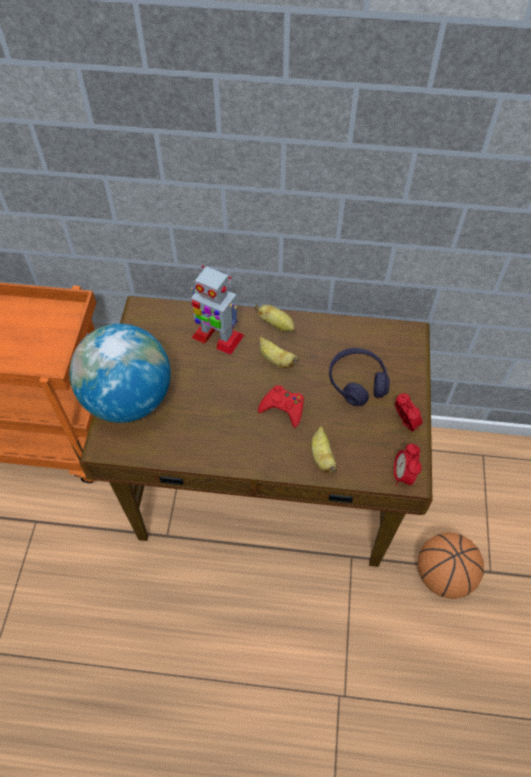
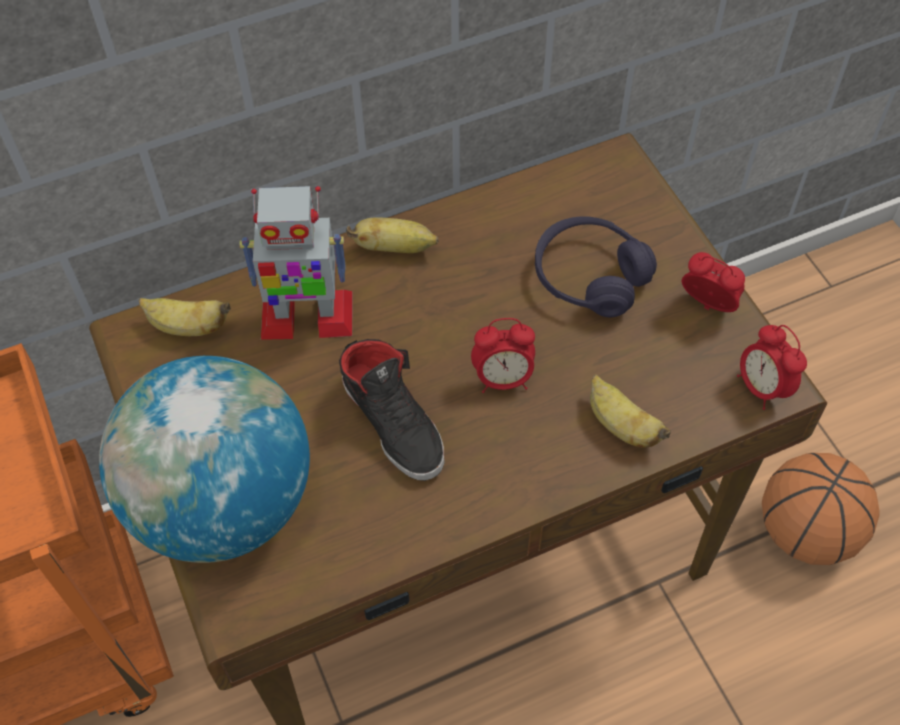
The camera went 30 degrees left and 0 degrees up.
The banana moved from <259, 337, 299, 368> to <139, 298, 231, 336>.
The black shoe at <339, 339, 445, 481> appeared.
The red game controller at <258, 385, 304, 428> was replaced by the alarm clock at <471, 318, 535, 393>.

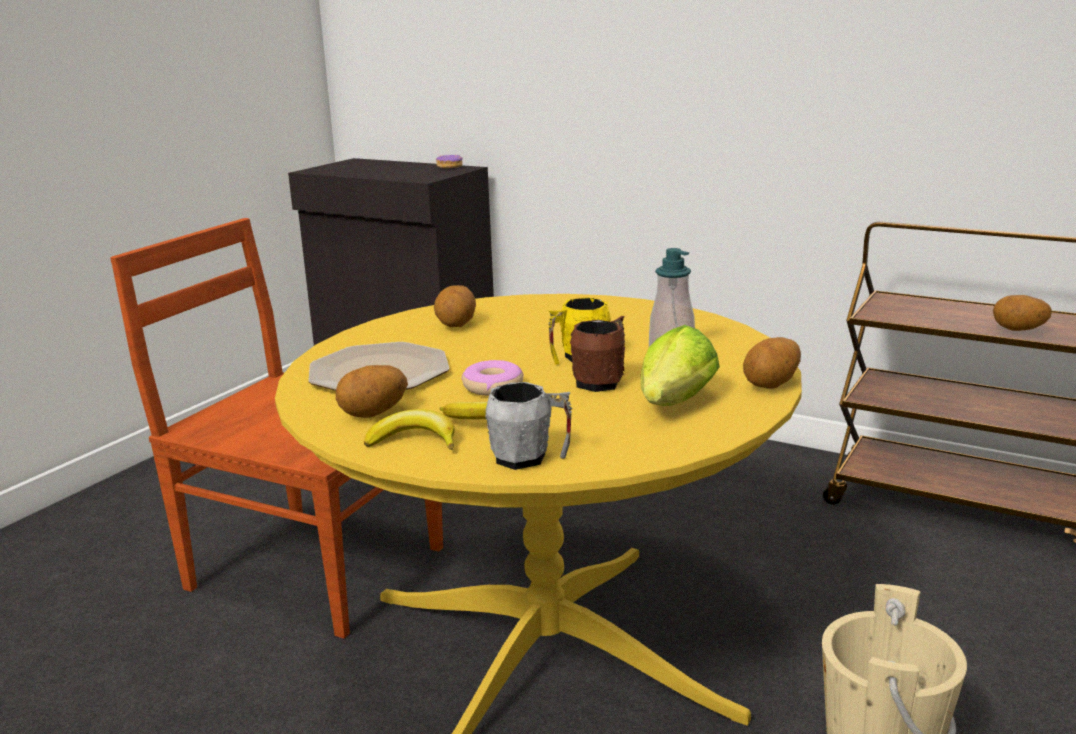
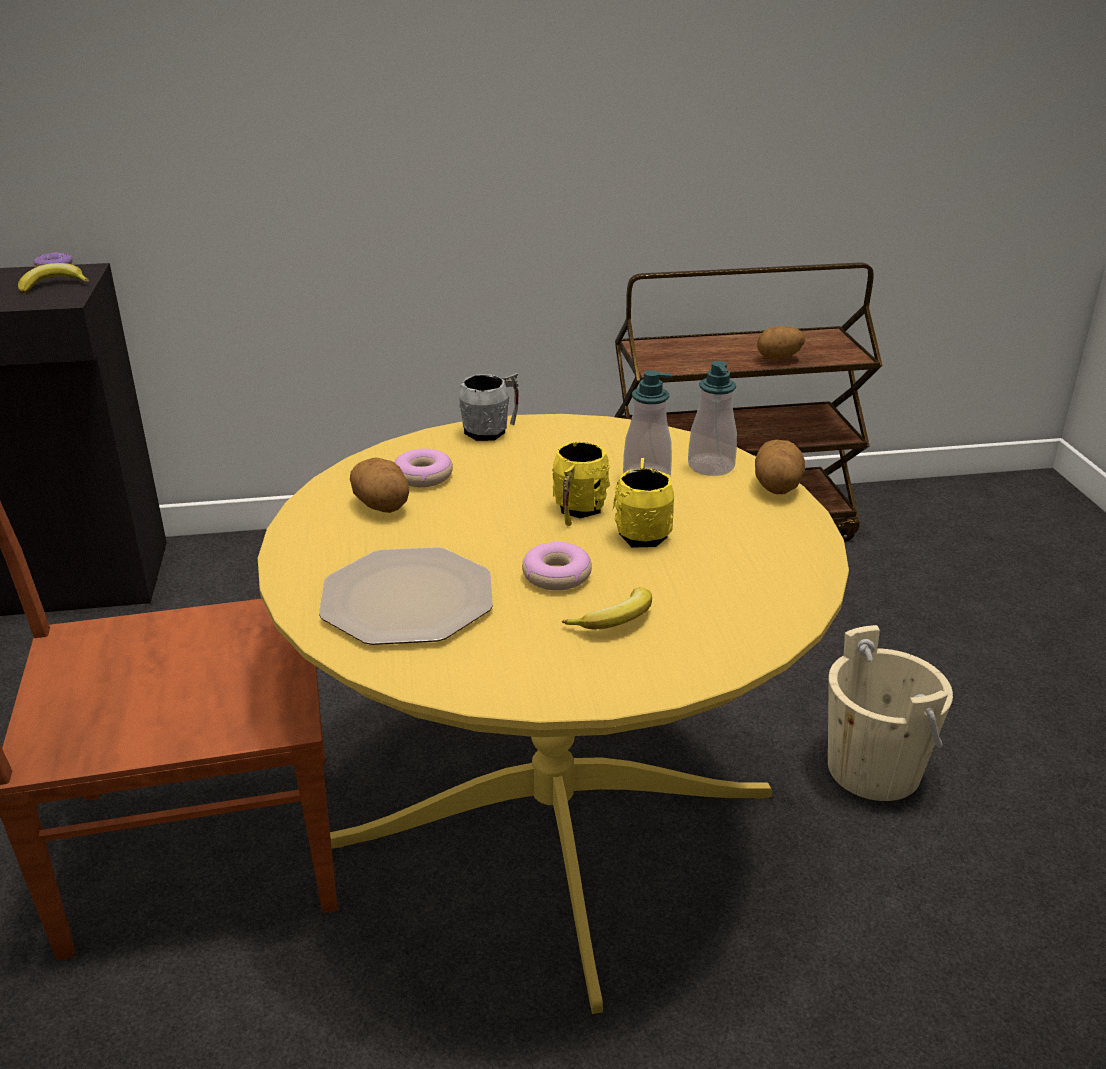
The camera went 40 degrees left and 10 degrees up.
The banana moved from <364, 409, 454, 450> to <18, 263, 89, 294>.
The donut at <394, 449, 453, 487> appeared.
The grey mug moved from <485, 382, 572, 470> to <459, 373, 519, 441>.
The brown mug at <570, 316, 625, 392> became the yellow mug at <613, 458, 675, 548>.
The soap dispenser at <688, 361, 737, 476> appeared.
The potato at <336, 365, 408, 418> disappeared.
The lettuce at <641, 325, 720, 406> disappeared.

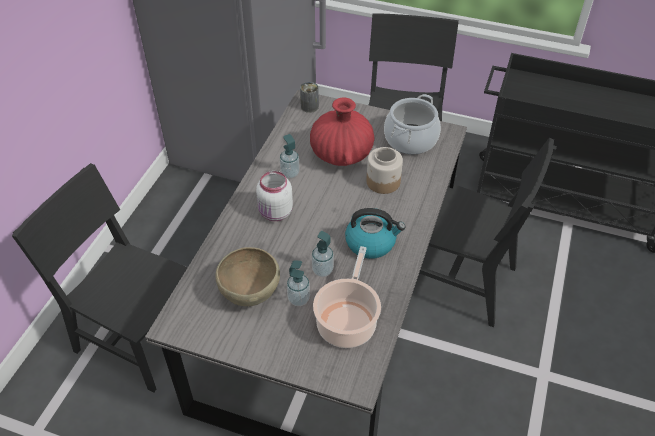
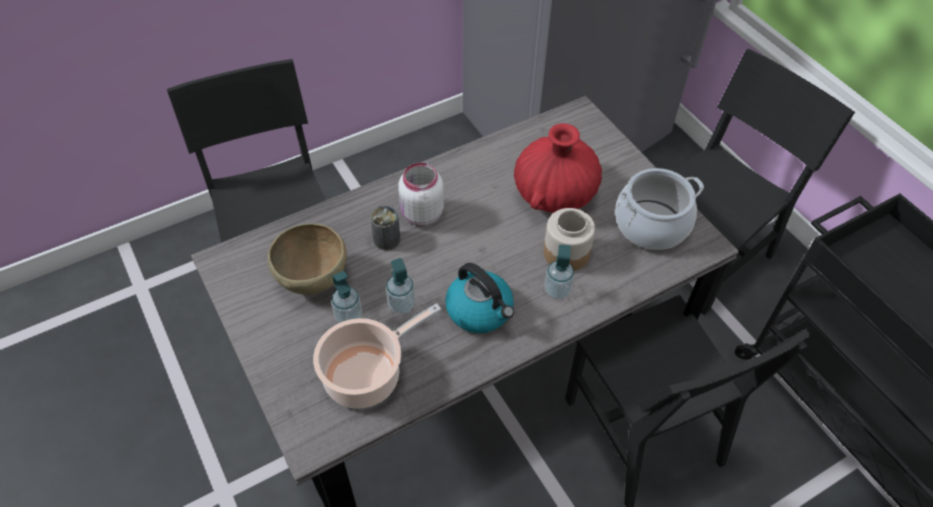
The camera went 40 degrees right and 5 degrees up.
The can moved from <300, 82, 319, 113> to <370, 206, 400, 250>.
The soap dispenser moved from <280, 134, 299, 178> to <544, 244, 575, 300>.

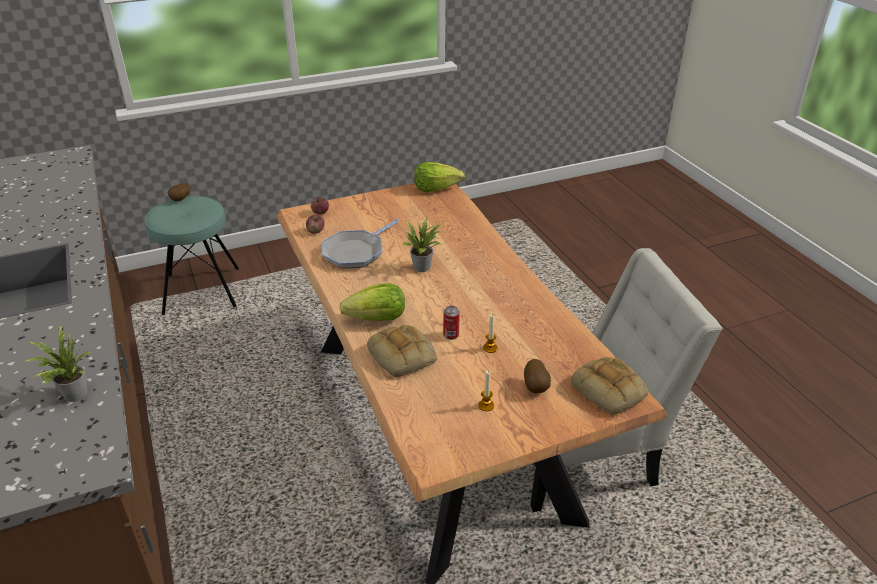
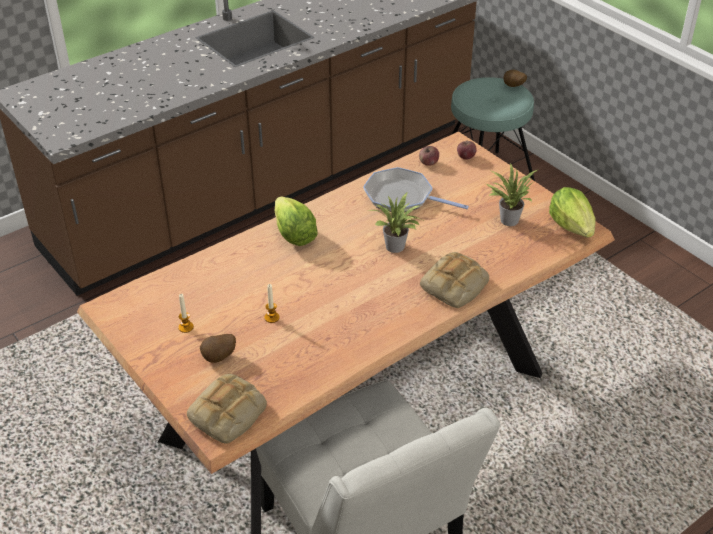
The camera went 75 degrees right and 5 degrees up.
The bread moved from <367, 325, 437, 378> to <420, 252, 489, 308>.
The potted plant moved from <24, 325, 92, 402> to <486, 163, 537, 226>.
The can at <443, 306, 460, 340> disappeared.

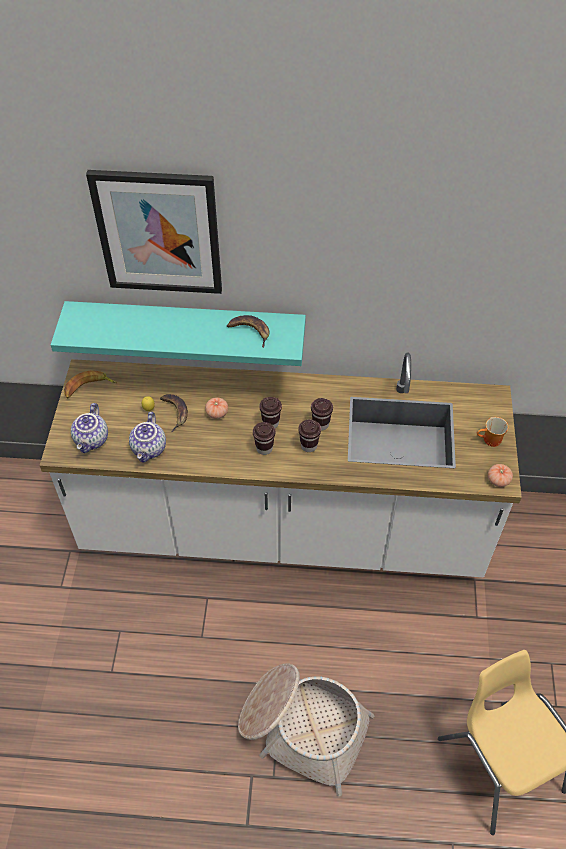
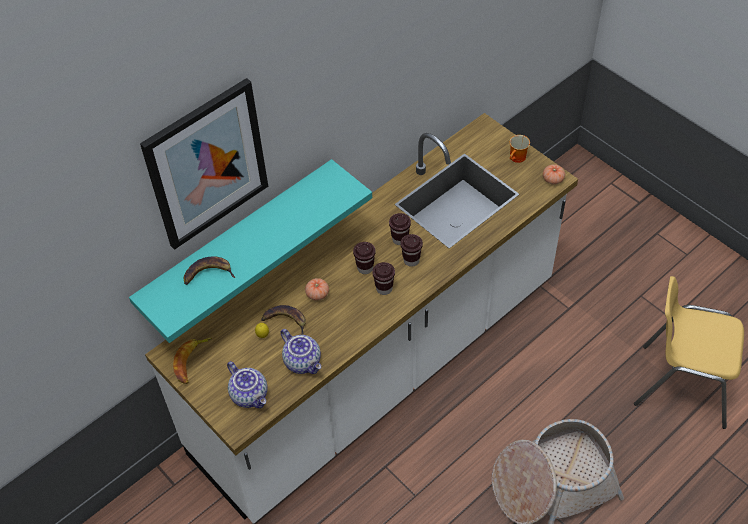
The camera went 45 degrees left and 0 degrees up.
The banana moved from <227, 315, 270, 348> to <184, 256, 235, 285>.

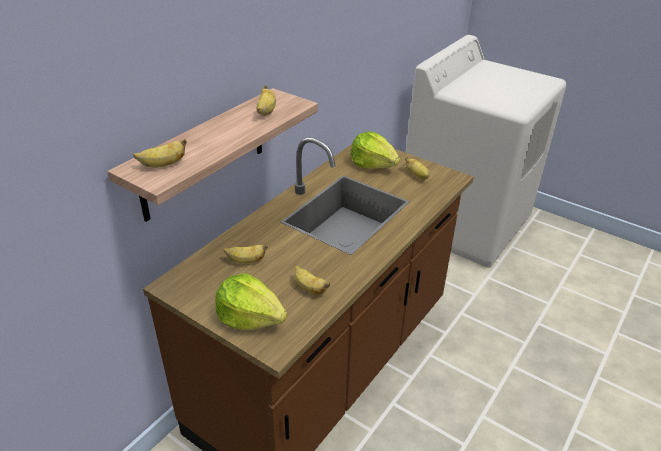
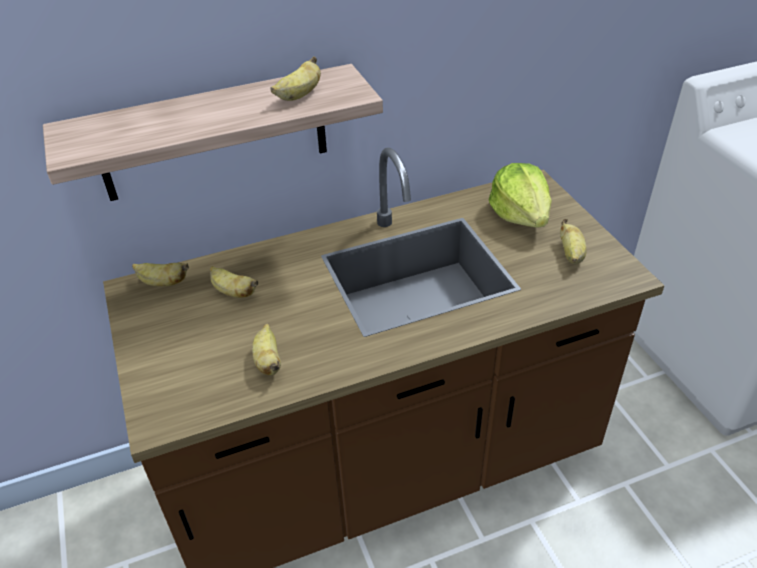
The camera went 35 degrees right and 5 degrees up.
The banana moved from <133, 139, 187, 168> to <132, 263, 189, 286>.
The lettuce at <215, 273, 287, 330> disappeared.

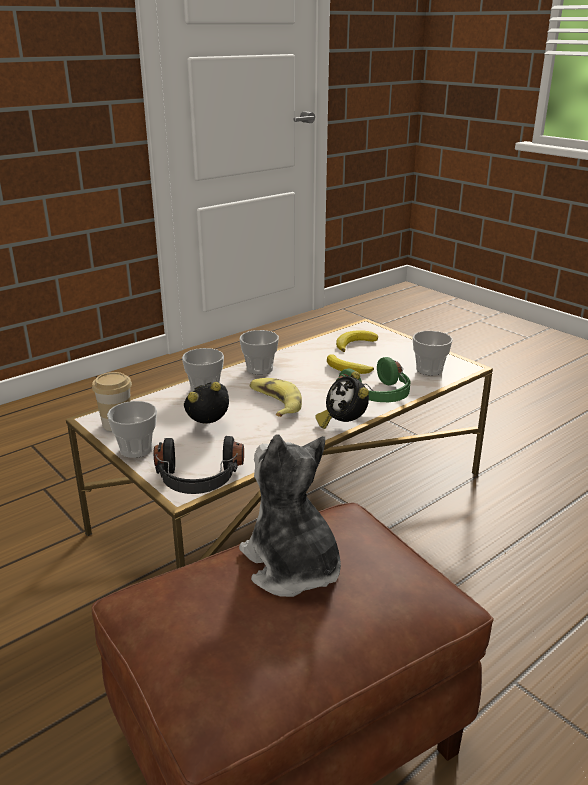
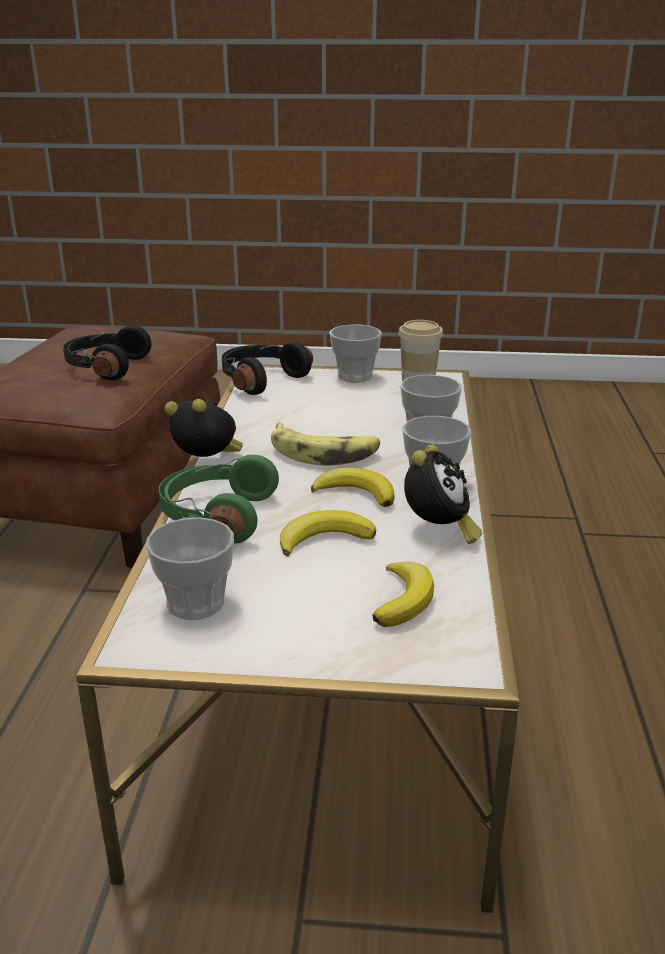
The camera went 135 degrees right and 0 degrees up.
The plush toy at <239, 435, 341, 597> was replaced by the black headphones at <63, 325, 151, 380>.
The banana at <311, 468, 395, 507> appeared.
The alarm clock moved from <184, 382, 229, 424> to <404, 444, 482, 544>.

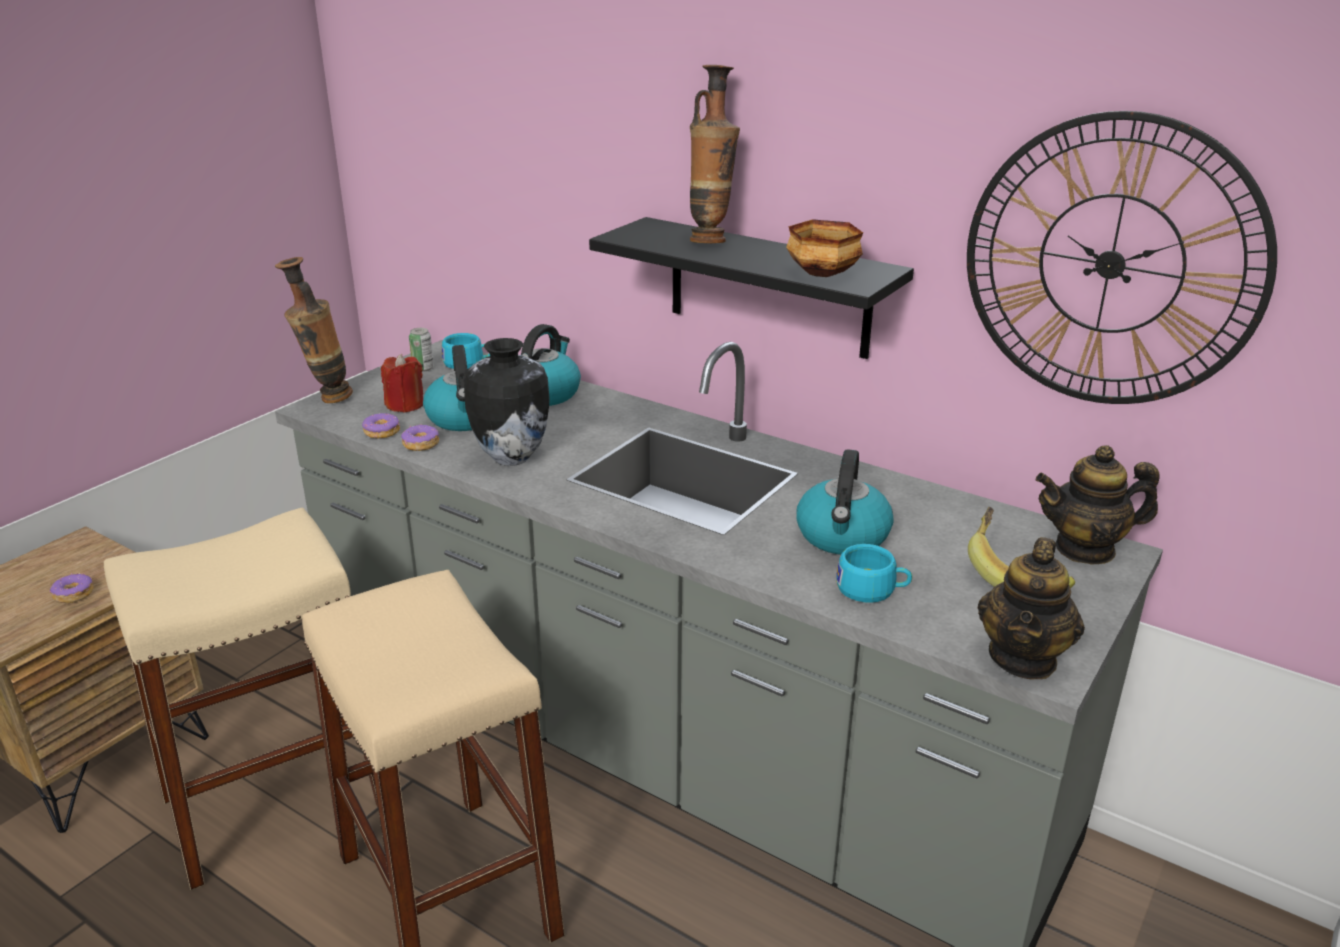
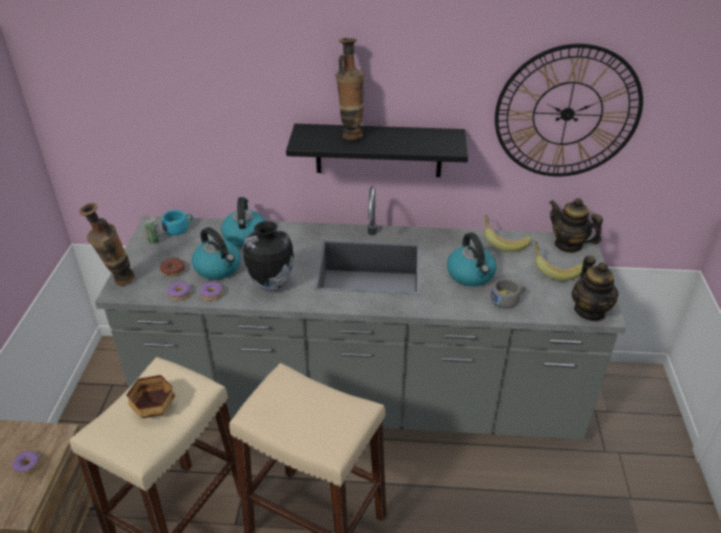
The camera went 30 degrees left and 10 degrees up.
The bowl moved from <786, 219, 863, 277> to <126, 375, 175, 418>.
The red candle at <381, 354, 423, 413> was replaced by the donut at <160, 258, 185, 276>.
The banana at <484, 214, 531, 252> appeared.
The turquoise cup at <836, 544, 912, 603> became the grey cup at <490, 279, 525, 309>.
The teapot at <1036, 445, 1160, 565> turned 75 degrees clockwise.

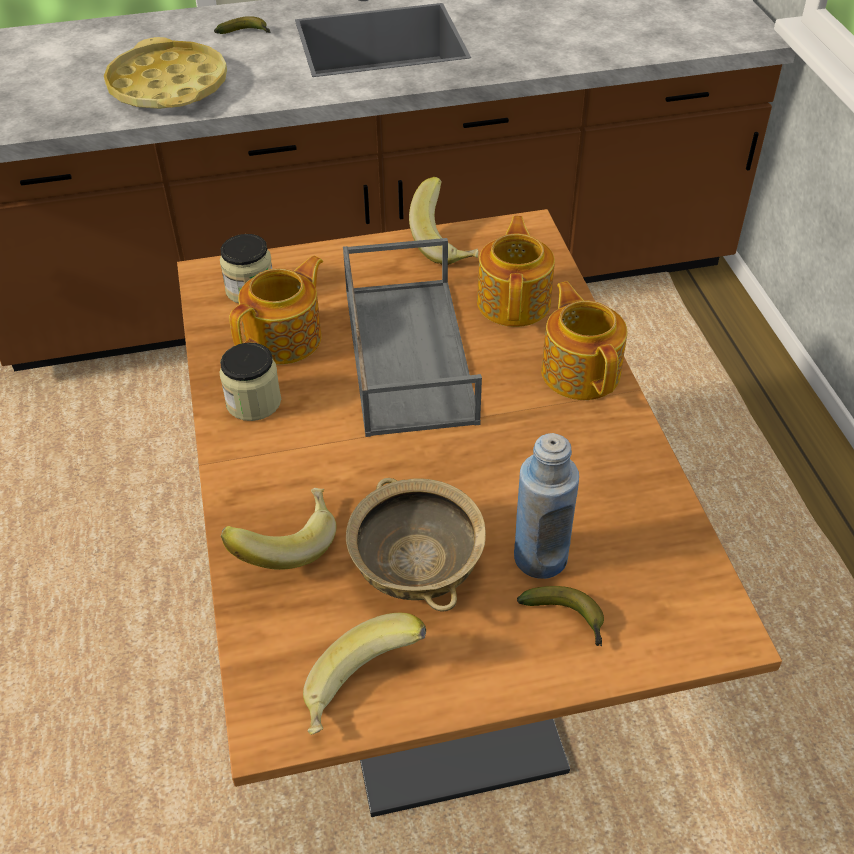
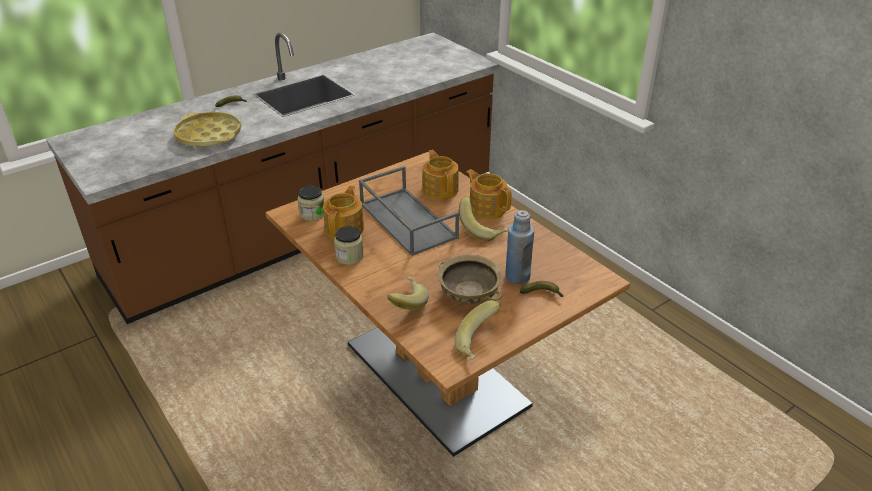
The camera went 25 degrees left and 10 degrees down.
The banana moved from <409, 177, 479, 265> to <459, 196, 508, 241>.

